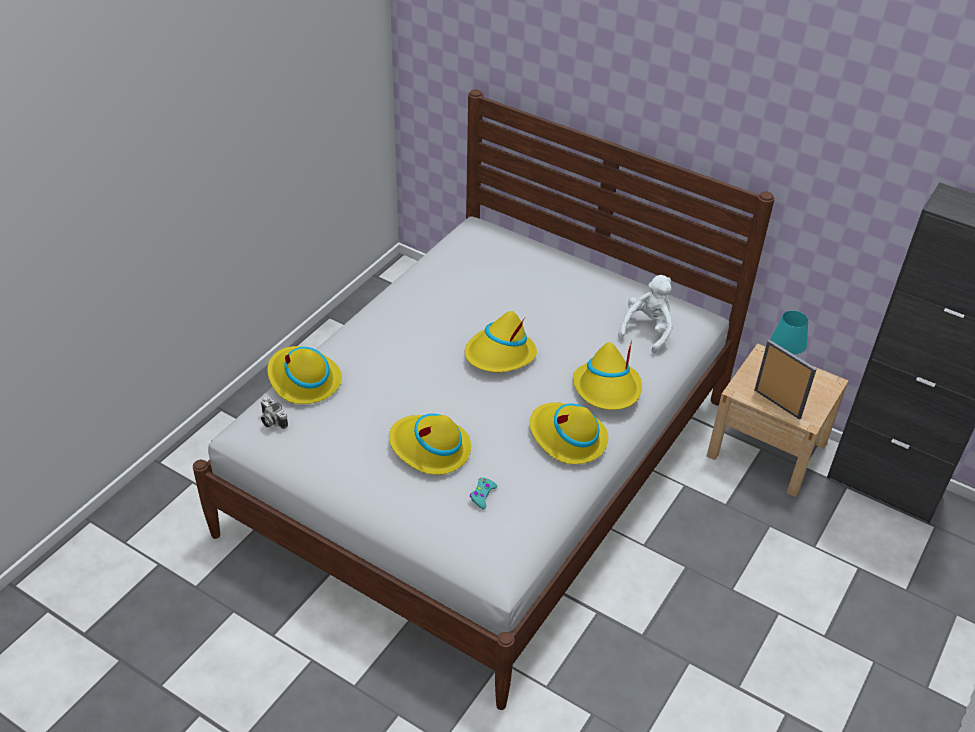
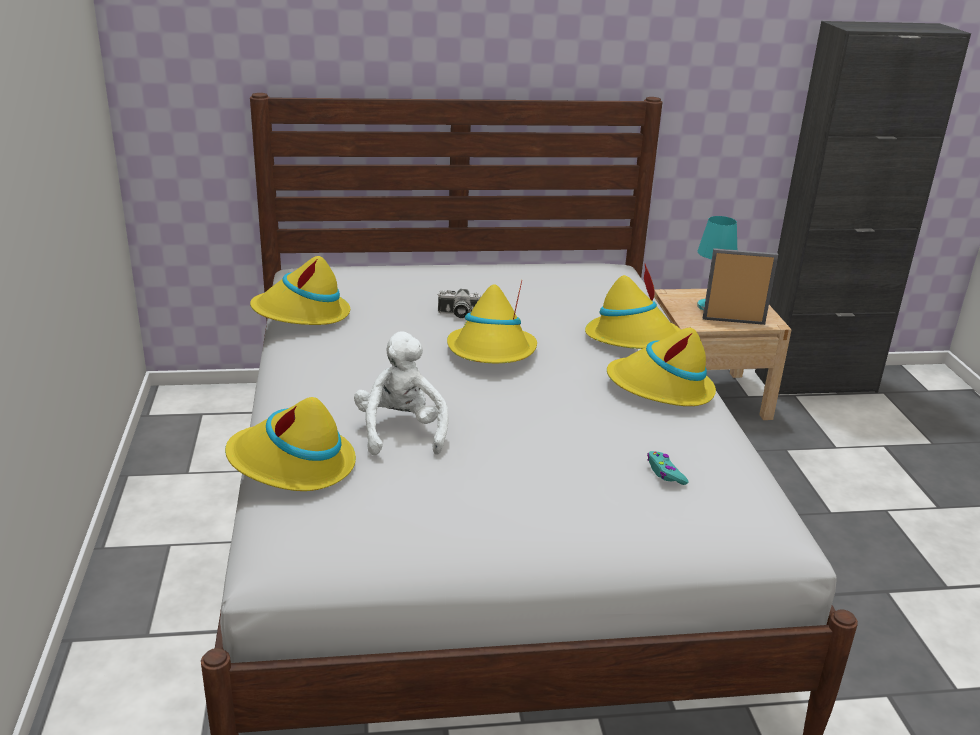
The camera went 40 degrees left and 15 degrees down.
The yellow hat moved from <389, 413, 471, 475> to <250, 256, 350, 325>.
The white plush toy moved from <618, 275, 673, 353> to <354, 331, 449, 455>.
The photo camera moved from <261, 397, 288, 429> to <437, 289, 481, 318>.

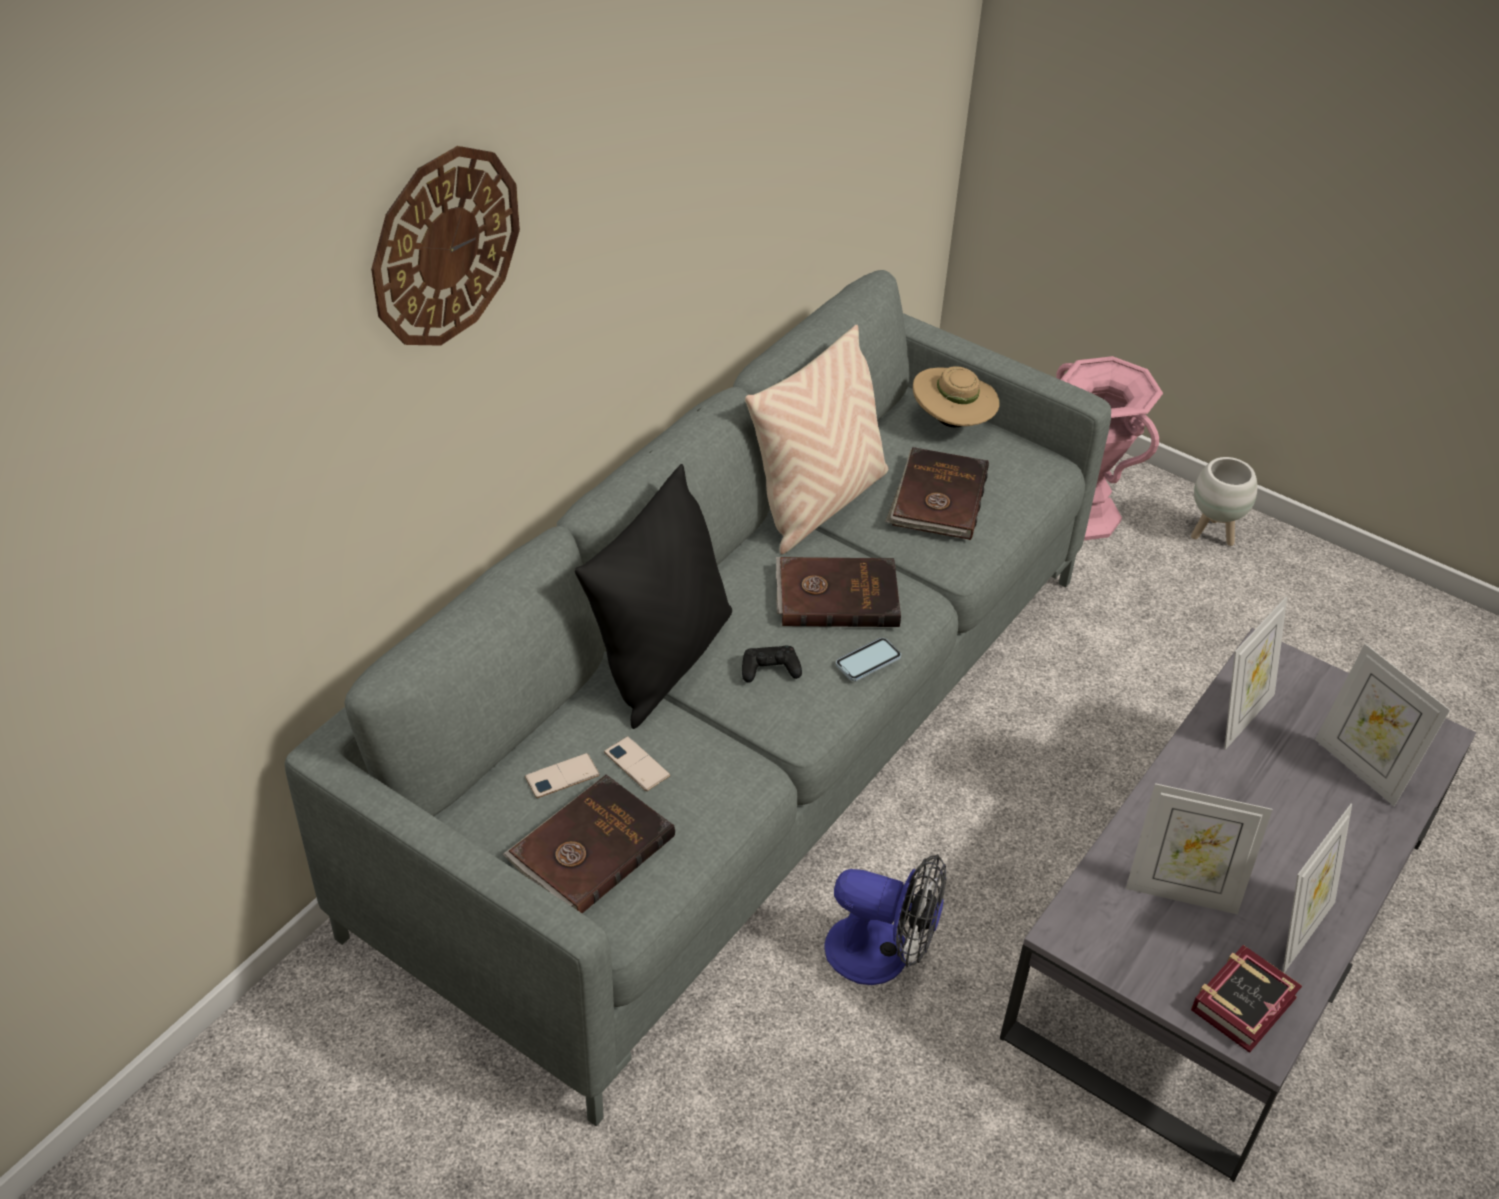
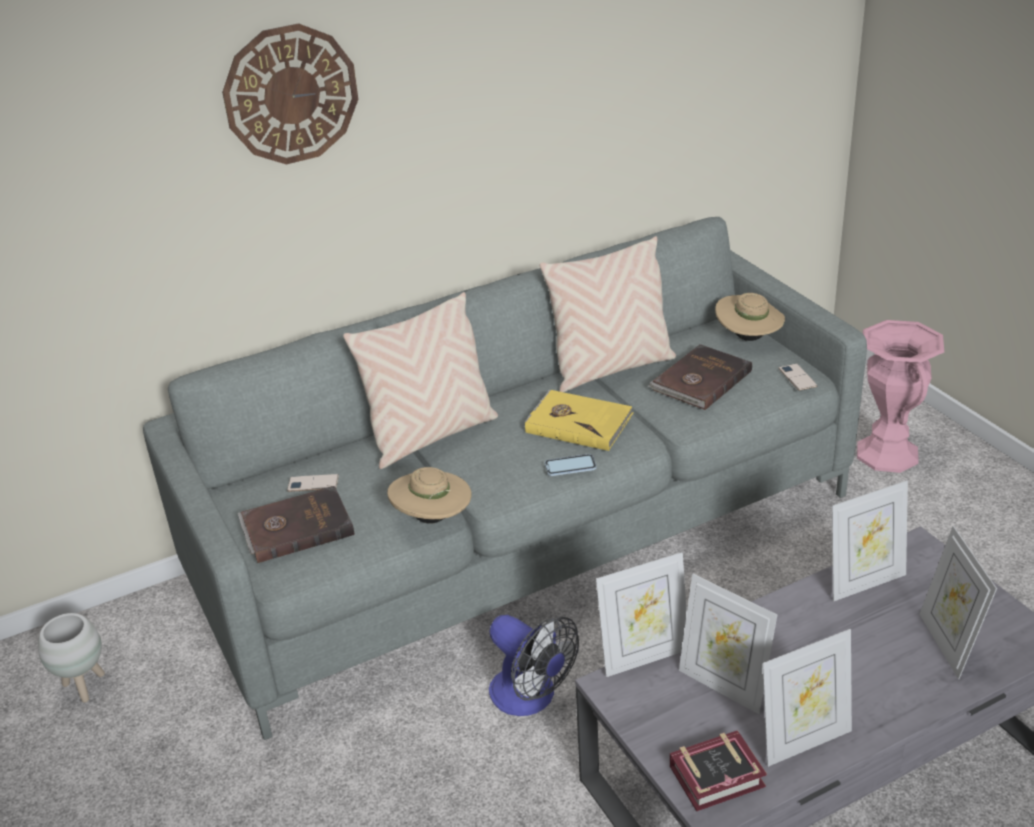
The camera went 30 degrees right and 10 degrees down.
The white planter moved from <1191, 457, 1257, 546> to <38, 613, 105, 703>.
The black pillow at <575, 464, 732, 729> became the beige pillow at <343, 292, 498, 469>.
The beige hat at <387, 467, 472, 524> appeared.
The brown book at <776, 557, 901, 627> became the yellow book at <525, 390, 634, 451>.
The picture frame at <596, 552, 687, 677> appeared.
The phone moved from <604, 736, 670, 791> to <779, 363, 817, 391>.
The black game controller at <742, 646, 802, 682> disappeared.

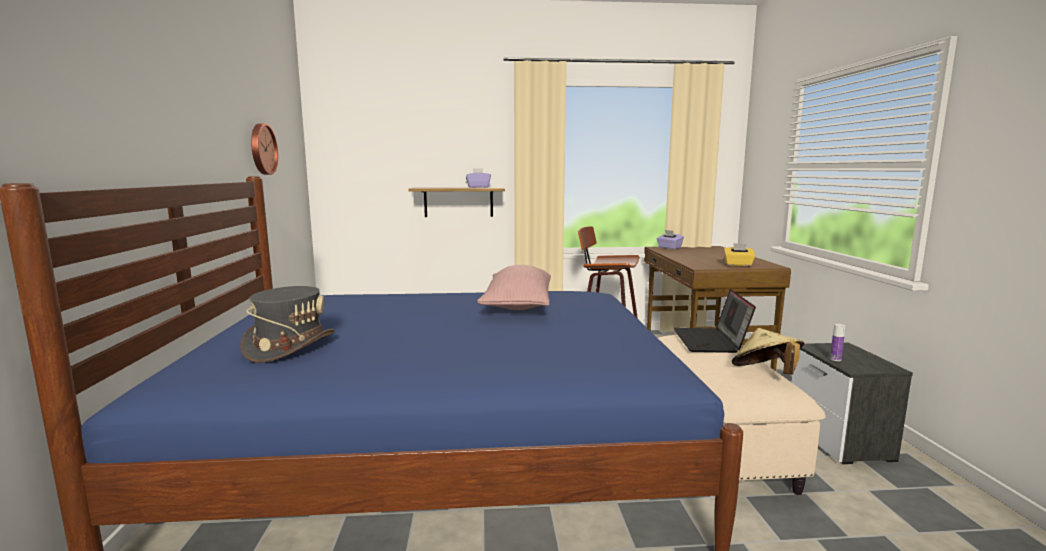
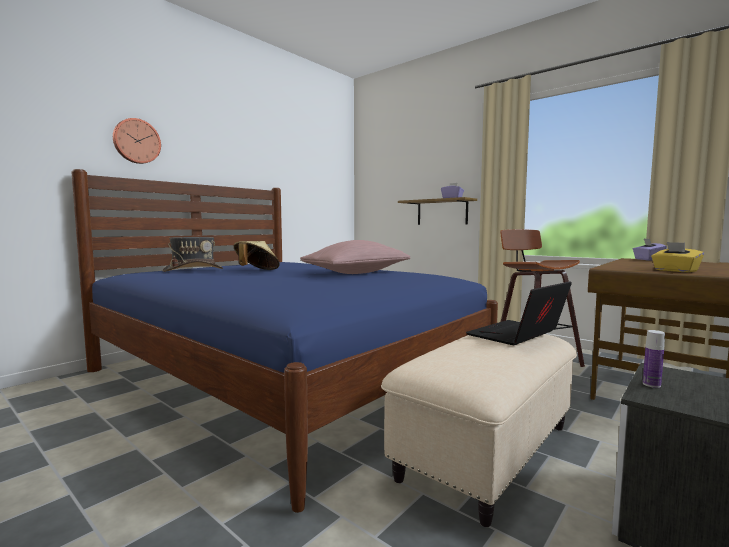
The camera went 45 degrees right and 5 degrees down.
The wall clock moved from <251, 123, 278, 175> to <113, 118, 161, 164>.
The beige hat moved from <732, 328, 805, 375> to <234, 241, 280, 270>.

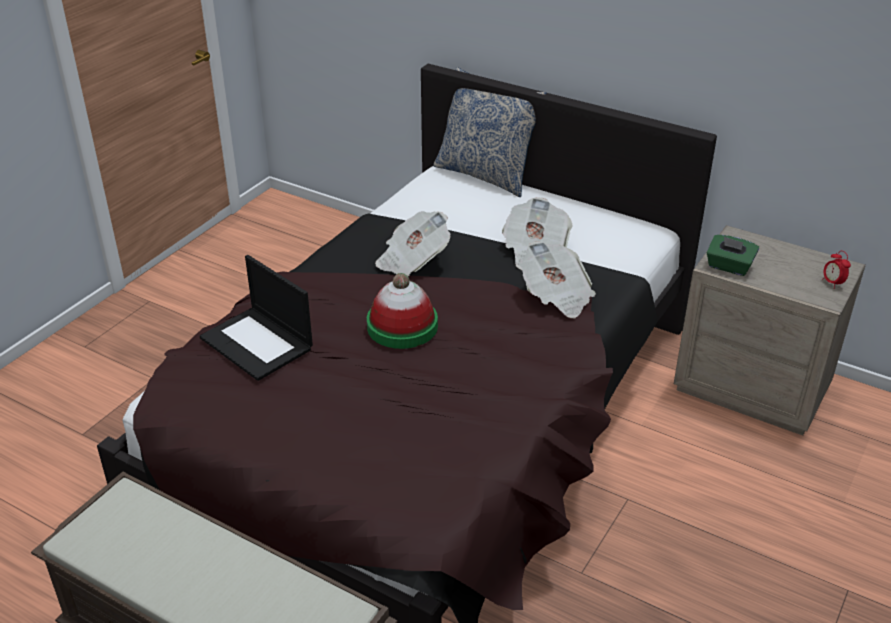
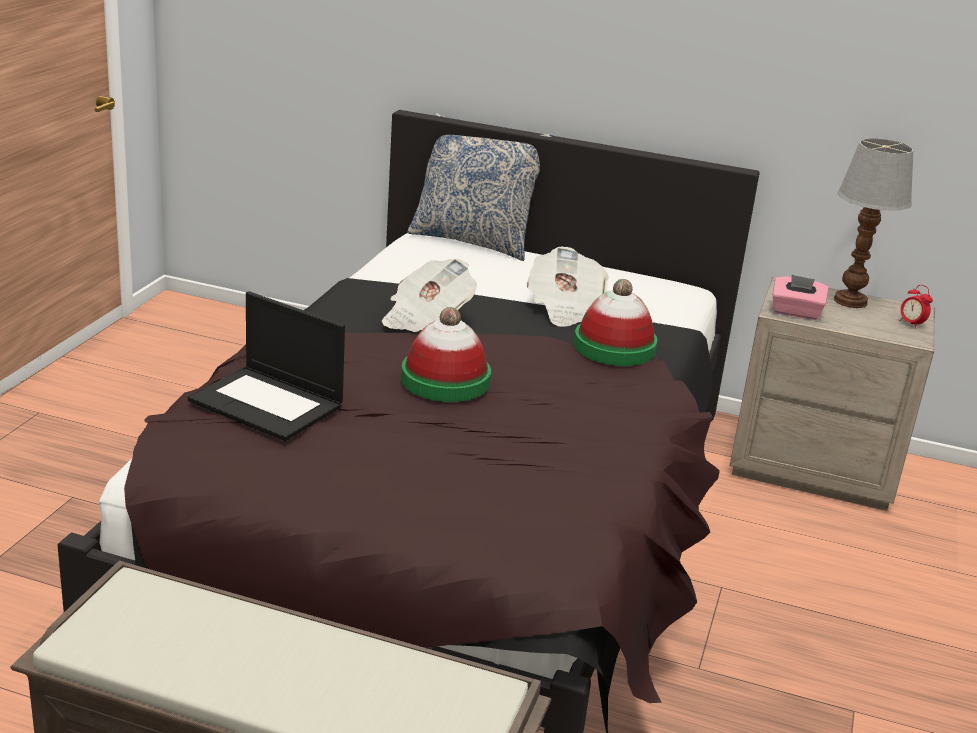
The camera went 15 degrees left and 10 degrees down.
The newspaper at <520, 241, 596, 318> was replaced by the hat at <574, 279, 657, 366>.
The green tissue box at <706, 235, 759, 276> became the pink tissue box at <772, 275, 829, 320>.
The table lamp at <834, 138, 913, 308> appeared.

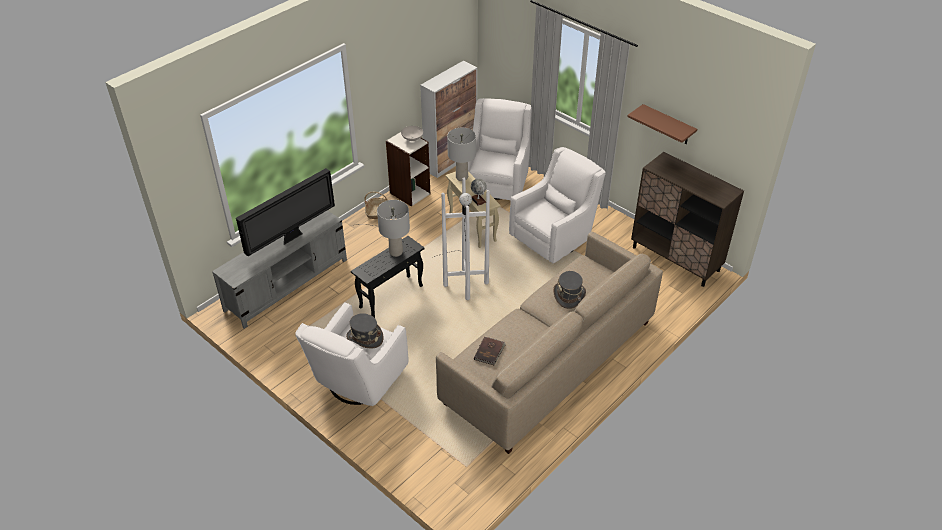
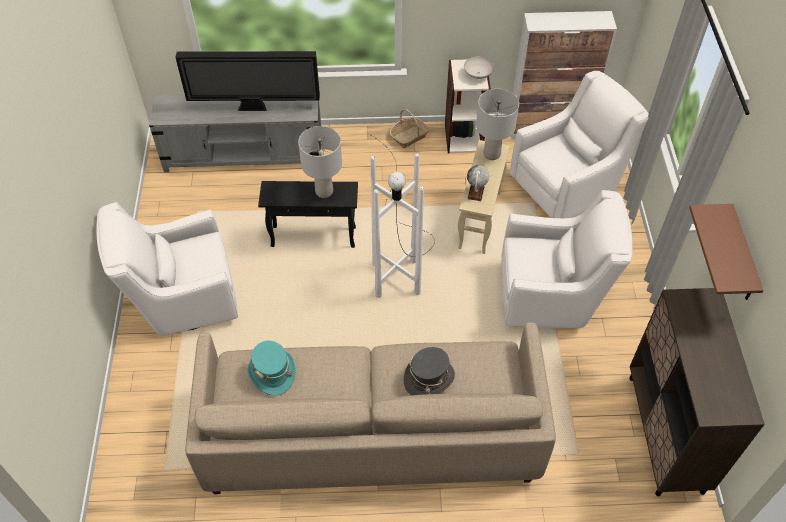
The camera went 45 degrees right and 10 degrees up.
The brown book at <474, 337, 506, 365> was replaced by the turquoise hat at <248, 341, 296, 396>.
The grey hat at <346, 313, 383, 348> disappeared.

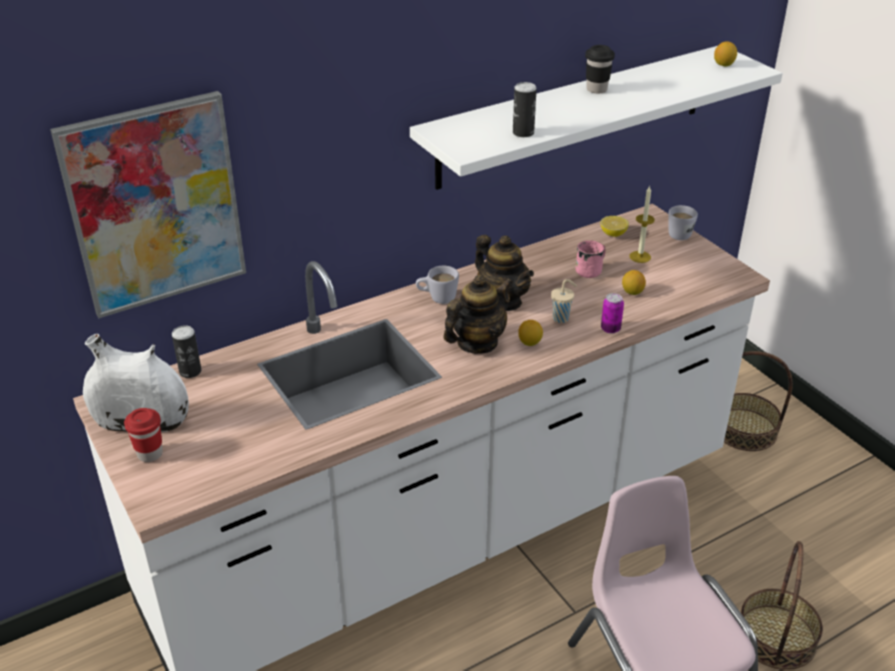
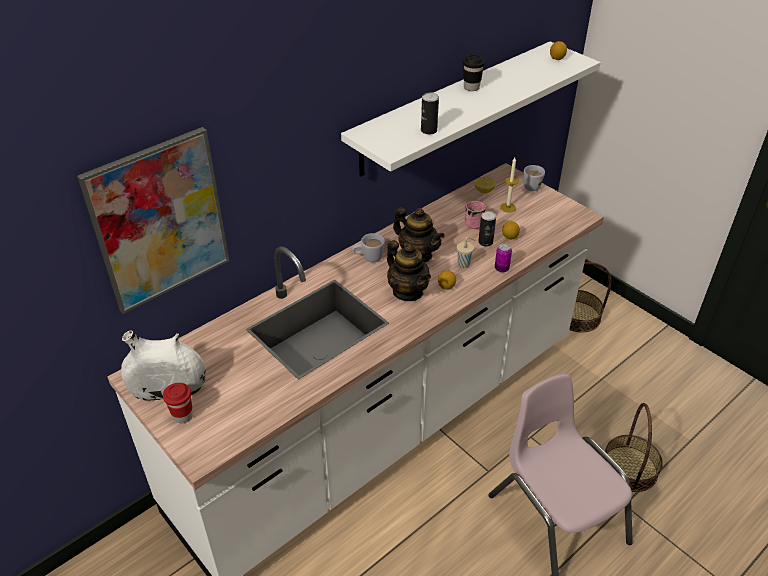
The camera went 10 degrees left and 5 degrees up.
The teapot at <443, 275, 513, 354> turned 105 degrees clockwise.
The can moved from <172, 325, 201, 378> to <478, 211, 496, 247>.

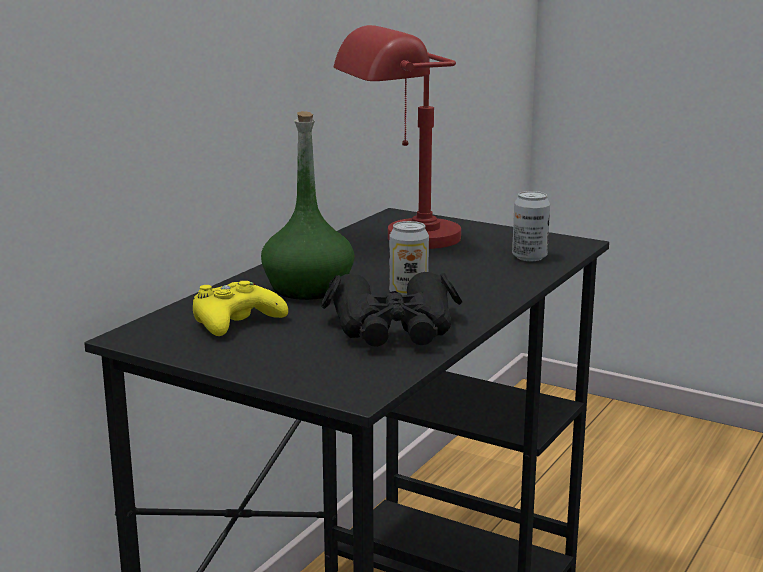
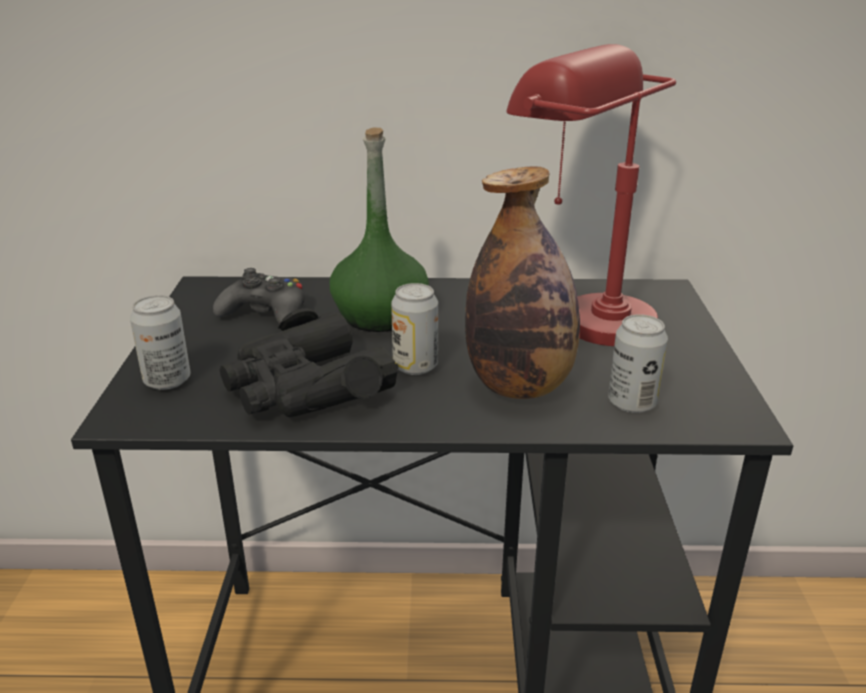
The camera went 60 degrees right and 10 degrees up.
The can at <130, 295, 191, 390> appeared.
The yellow game controller at <193, 280, 288, 336> became the black game controller at <213, 268, 305, 324>.
The bottle at <465, 167, 580, 399> appeared.

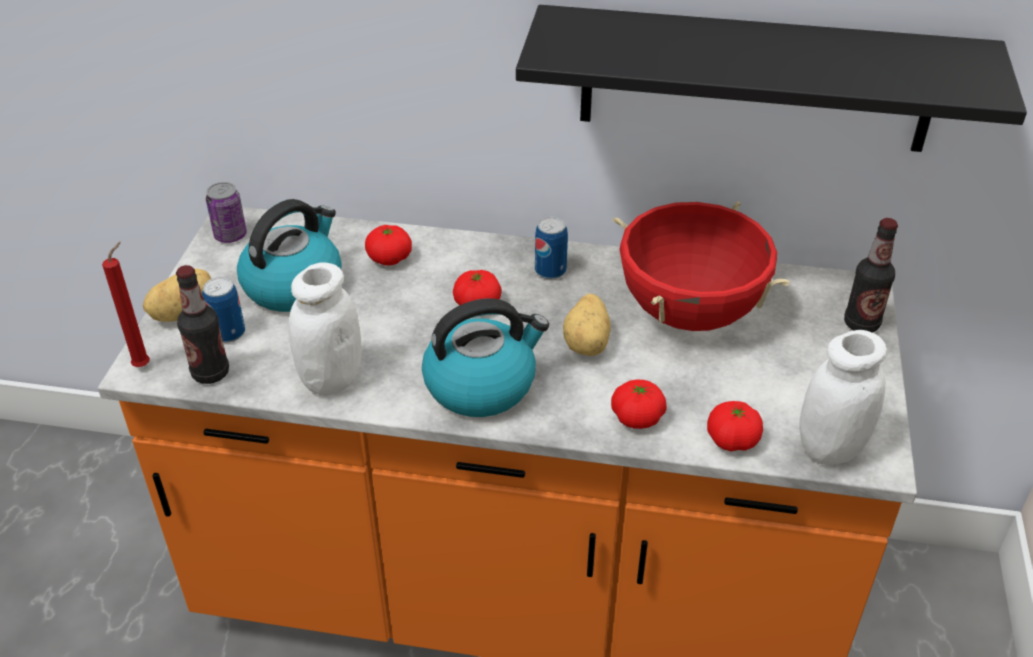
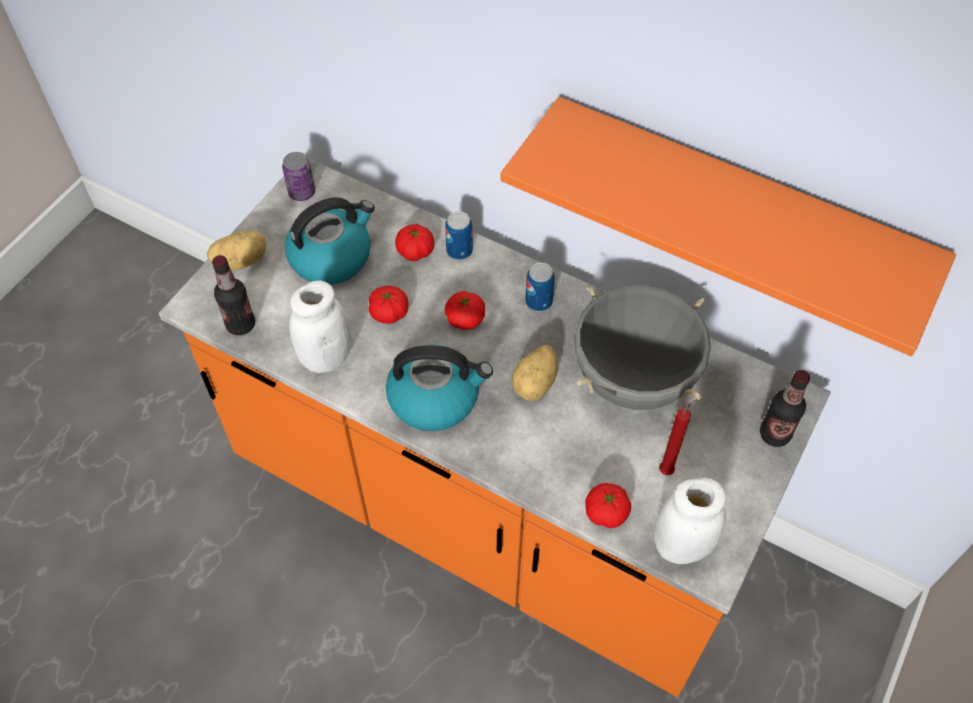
The camera went 20 degrees right and 15 degrees up.
The tomato moved from <611, 380, 667, 429> to <368, 286, 409, 324>.
The can moved from <202, 277, 245, 343> to <445, 211, 473, 260>.
The black shelf at <516, 5, 1027, 152> became the orange shelf at <500, 97, 956, 356>.
The red cooking pot at <613, 201, 790, 331> became the grey cooking pot at <574, 285, 711, 410>.
The red candle moved from <102, 242, 150, 367> to <659, 400, 698, 475>.

